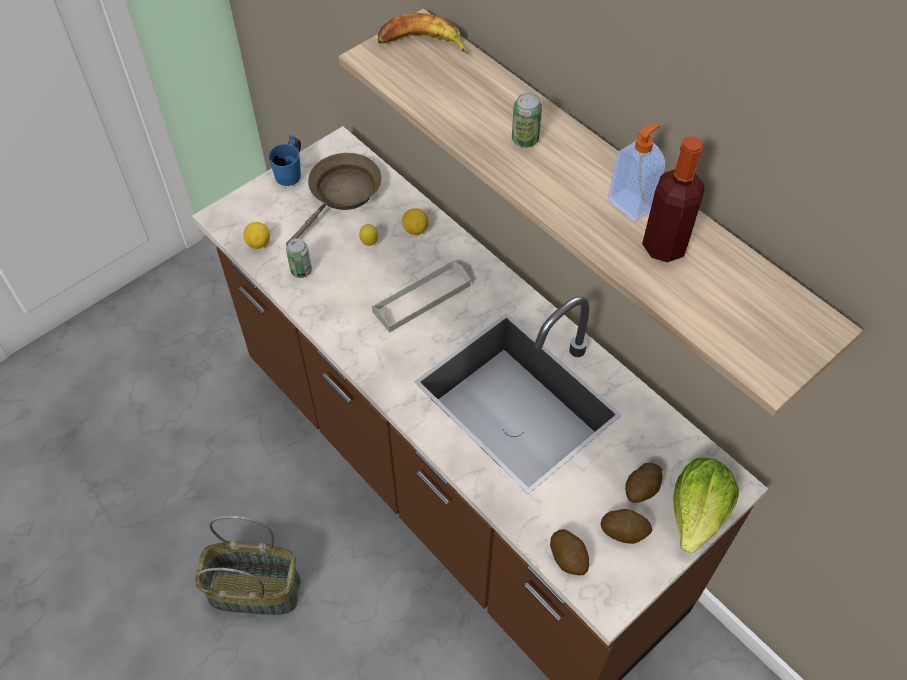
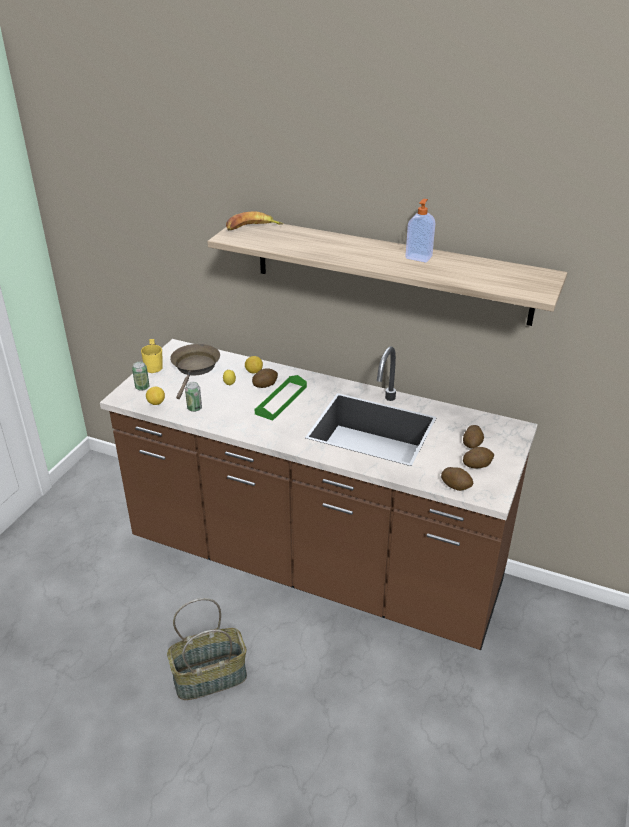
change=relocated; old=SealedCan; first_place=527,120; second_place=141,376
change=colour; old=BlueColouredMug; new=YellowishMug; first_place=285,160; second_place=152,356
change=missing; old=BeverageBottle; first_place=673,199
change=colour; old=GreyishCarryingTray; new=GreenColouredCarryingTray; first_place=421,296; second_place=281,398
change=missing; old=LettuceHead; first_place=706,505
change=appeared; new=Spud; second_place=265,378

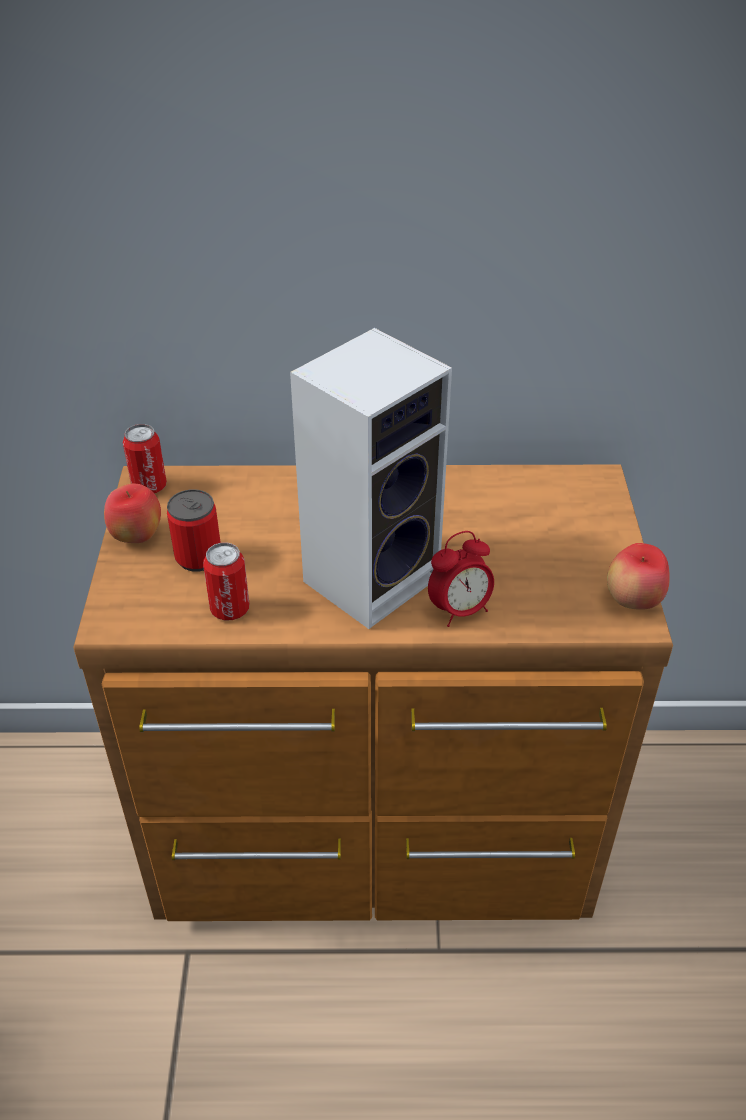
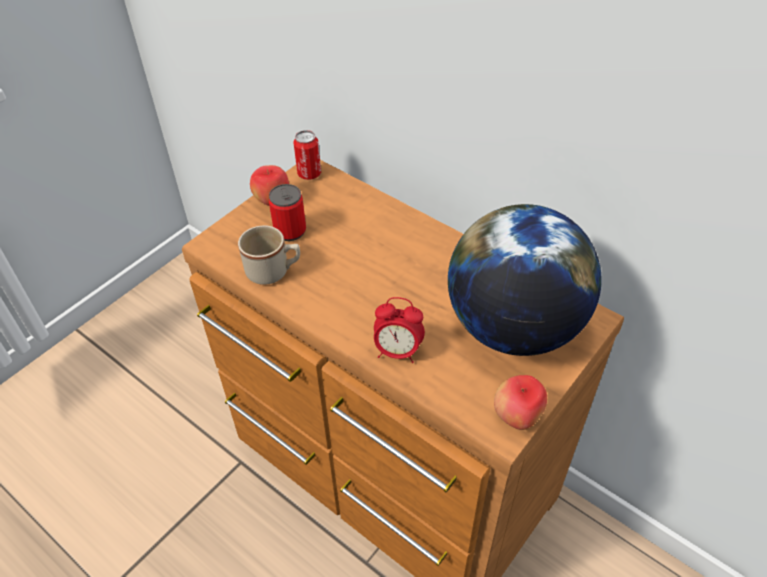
change=missing; old=AudioSpeaker; first_place=371,478
change=exchanged; old=SealedCan; new=SandColouredMug; first_place=226,581; second_place=269,255
change=appeared; new=DeskGlobe; second_place=525,280

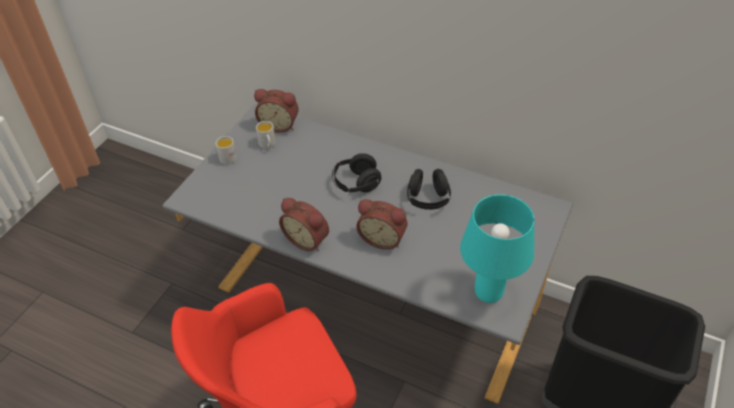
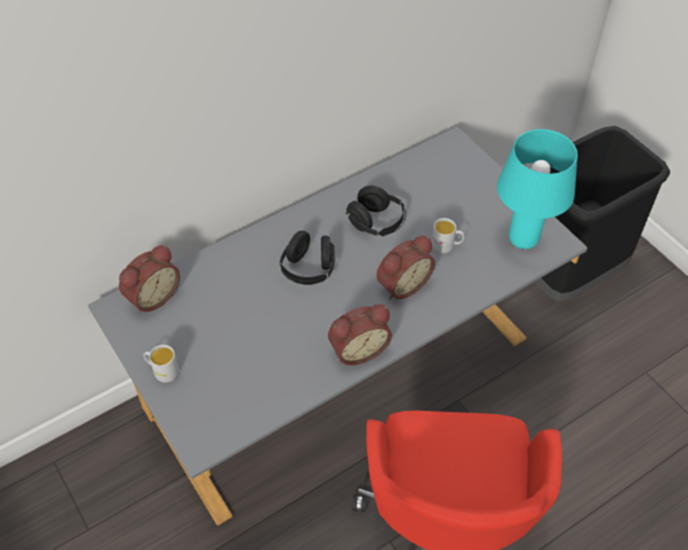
change=relocated; old=WhitishMug; first_place=266,135; second_place=448,235

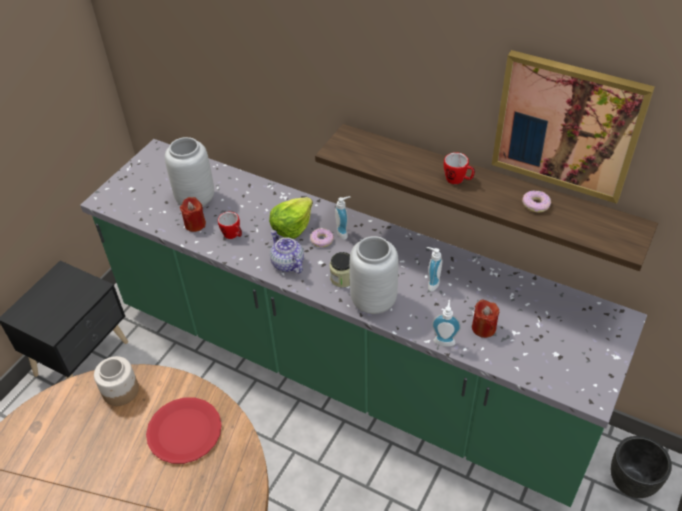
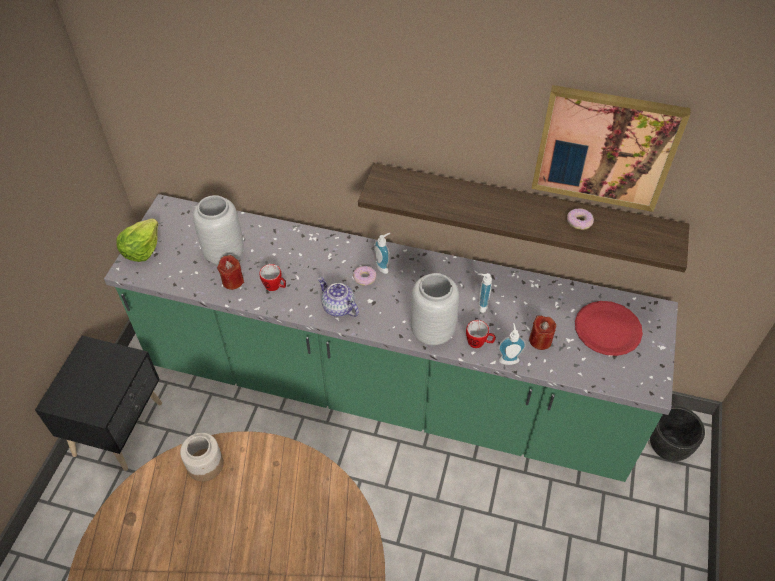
change=relocated; old=Mug; first_place=459,168; second_place=481,334
change=relocated; old=LettuceHead; first_place=291,218; second_place=137,240
change=missing; old=StorageJar; first_place=339,269
change=relocated; old=RedFlatDish; first_place=184,430; second_place=609,328

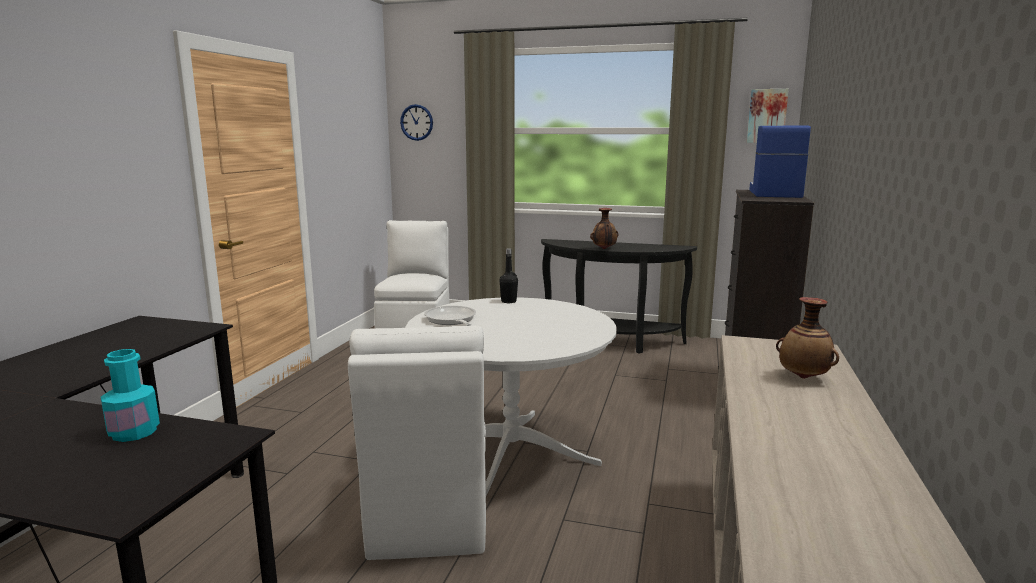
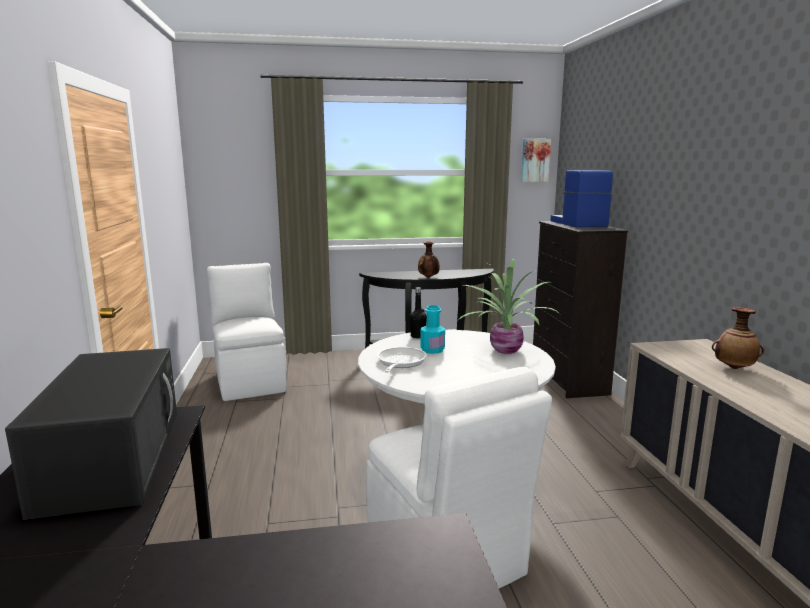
change=missing; old=HangingClock; first_place=416,122
change=spun; old=FryingPan; first_place=450,316; second_place=402,360; degrees=60
change=relocated; old=TurquoiseBeverageBottle; first_place=130,395; second_place=432,329
change=appeared; new=PlantInAPot; second_place=509,306
change=appeared; new=BlackColouredMicrowaveOven; second_place=91,434

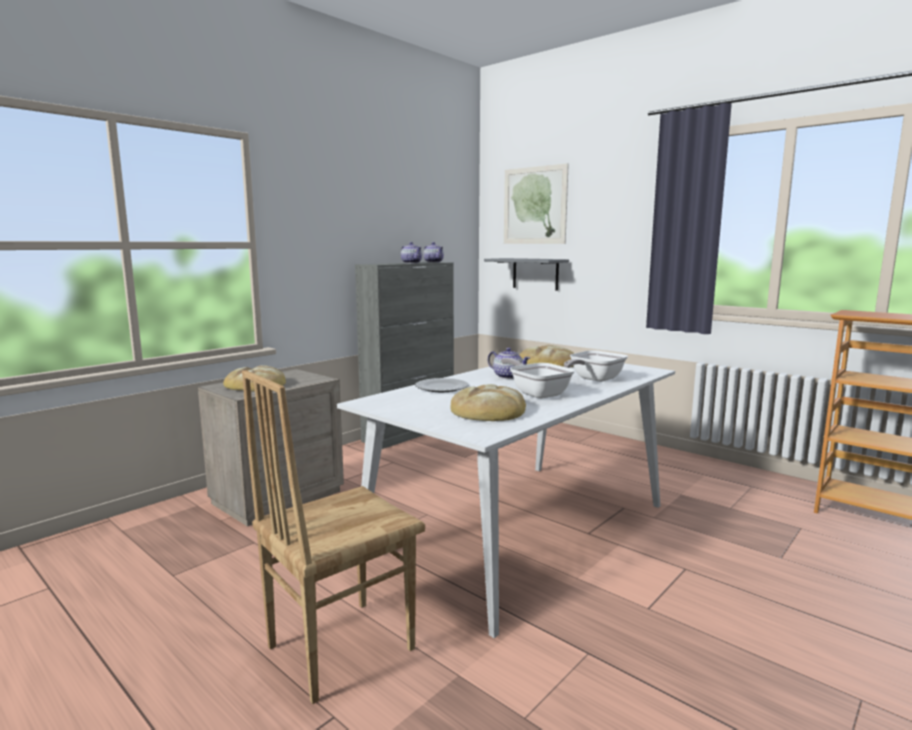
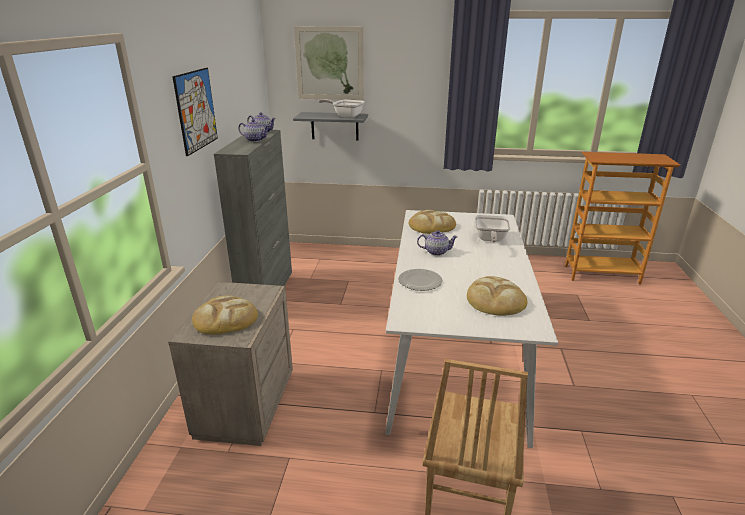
change=relocated; old=FryingPan; first_place=538,378; second_place=342,108
change=appeared; new=WallPicture; second_place=195,112

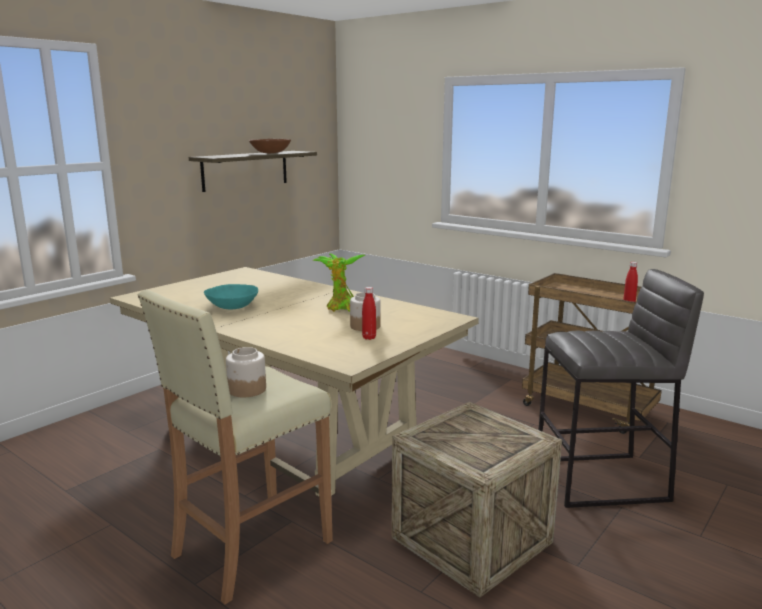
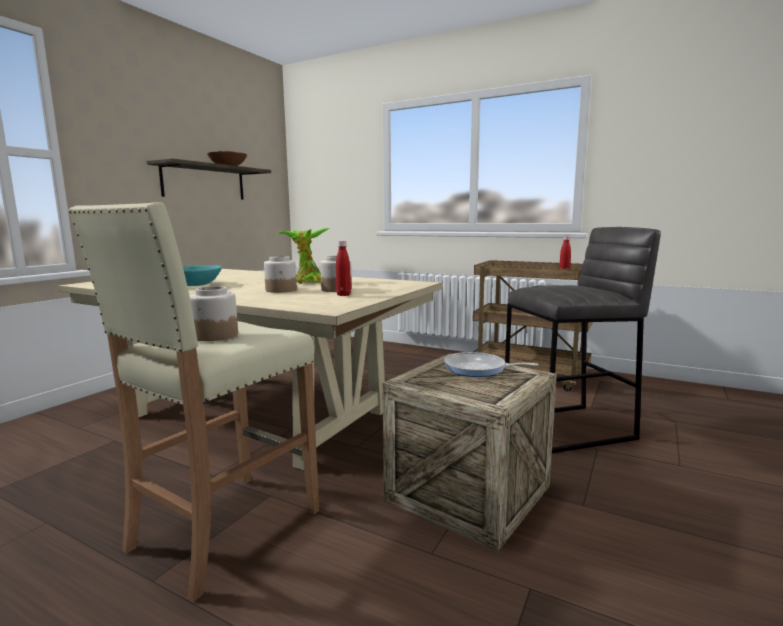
change=appeared; new=StorageJar; second_place=280,274
change=appeared; new=FryingPan; second_place=491,364

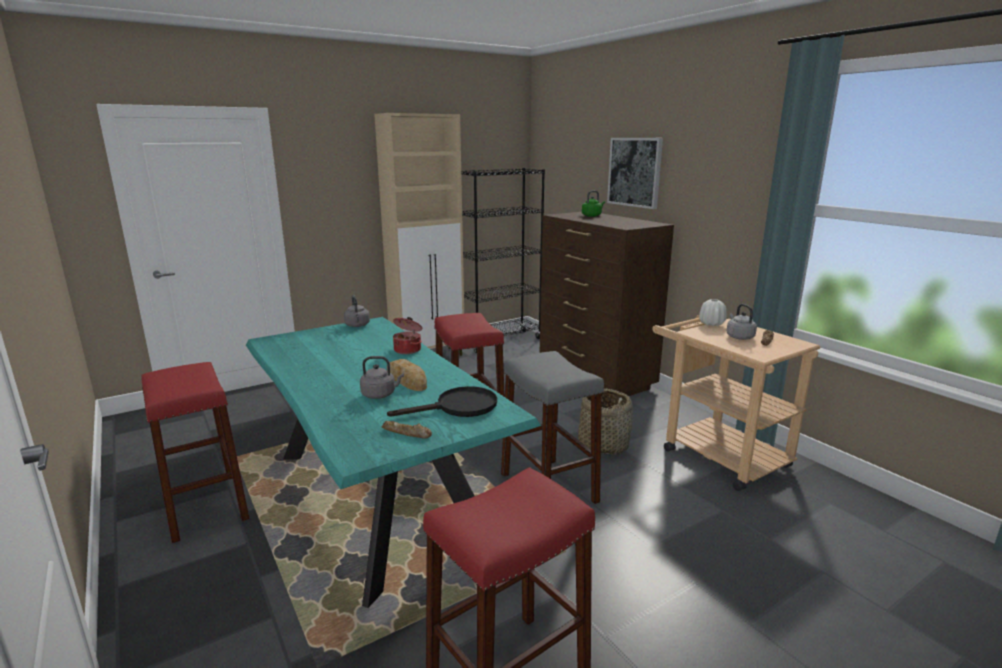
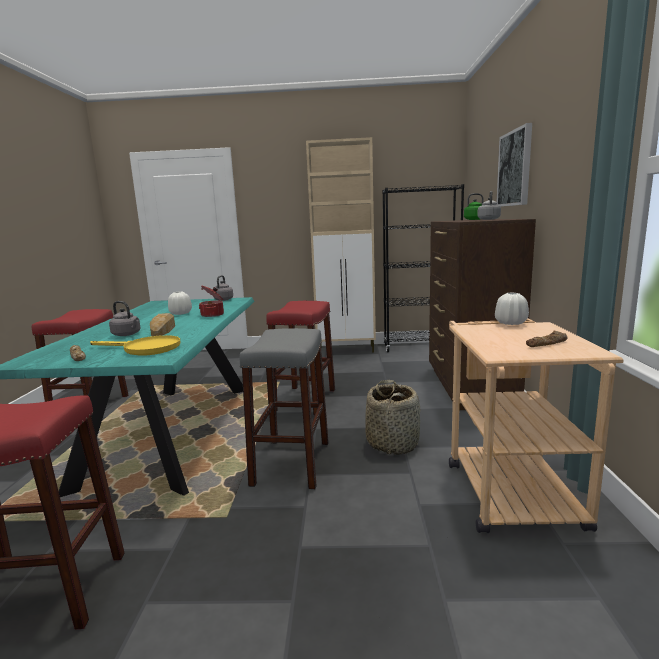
change=relocated; old=GreyishWaterKettle; first_place=741,322; second_place=489,205
change=colour; old=BlackColouredFryingPan; new=YellowishFryingPan; first_place=442,401; second_place=135,345
change=appeared; new=WhitishFlowerVase; second_place=180,303

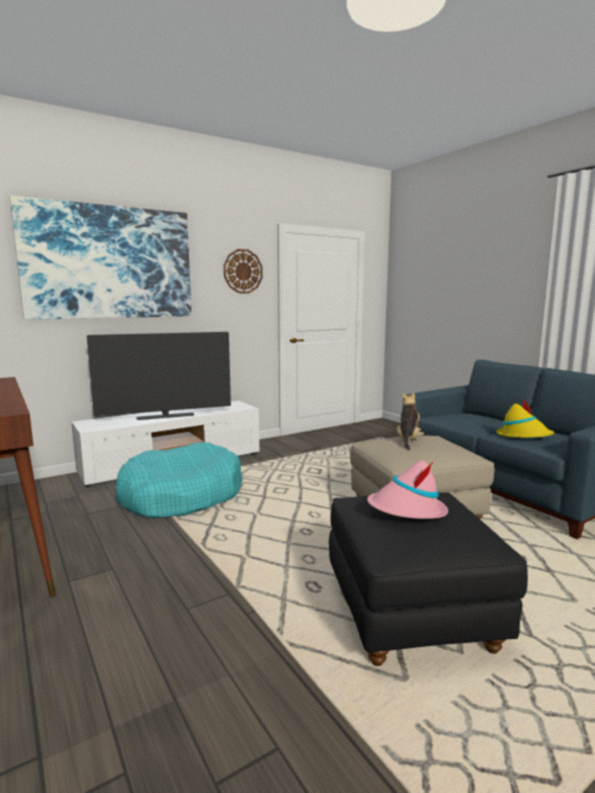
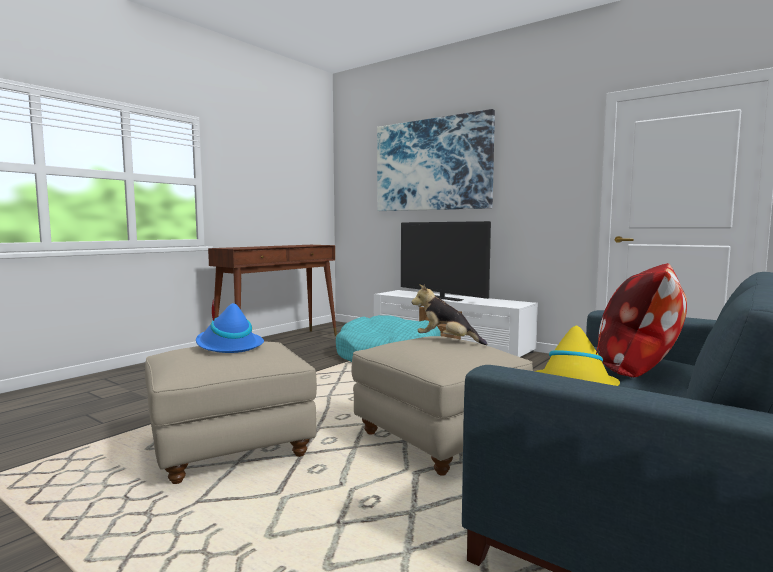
change=missing; old=HangingClock; first_place=243,271
change=spun; old=PlushToy; first_place=410,421; second_place=449,314; degrees=-150
change=colour; old=PinkishClothingHat; new=BlueColouredClothingHat; first_place=407,489; second_place=230,326
change=colour; old=BlackColouredFootrest; new=SandColouredFootrest; first_place=428,579; second_place=231,412
change=appeared; new=Cushion; second_place=642,320

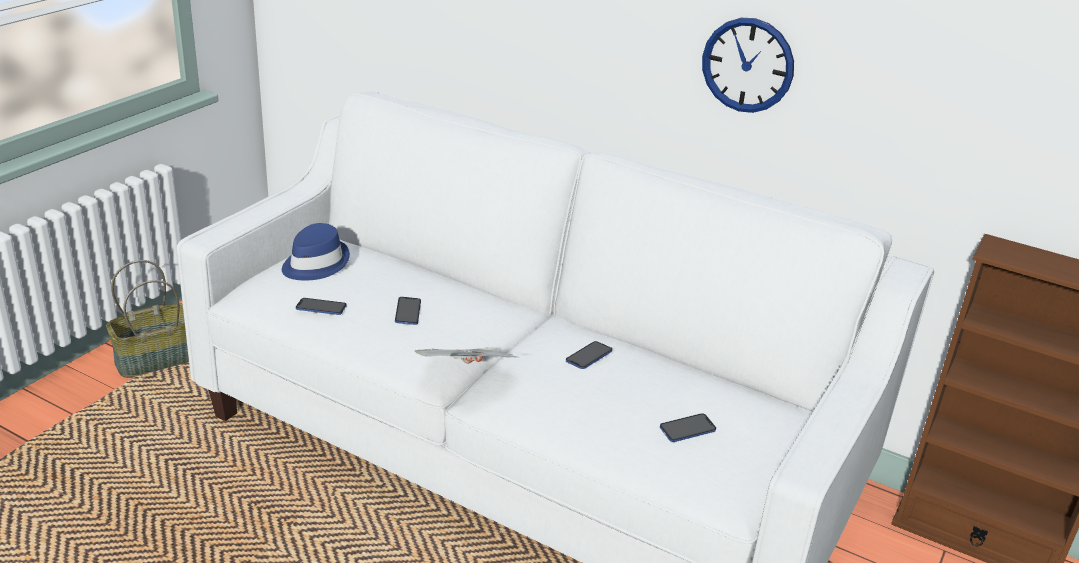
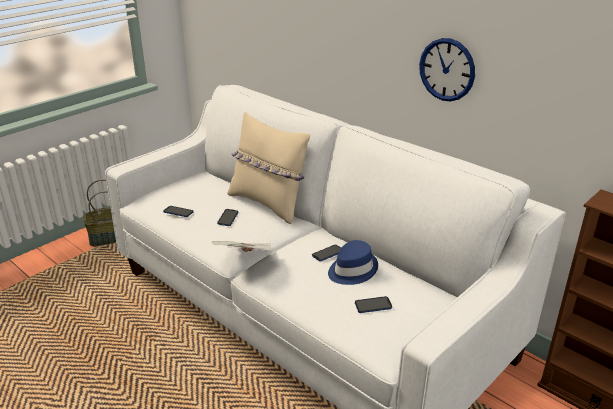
change=relocated; old=BlueColouredClothingHat; first_place=316,251; second_place=353,262
change=appeared; new=SandColouredCushion; second_place=268,168

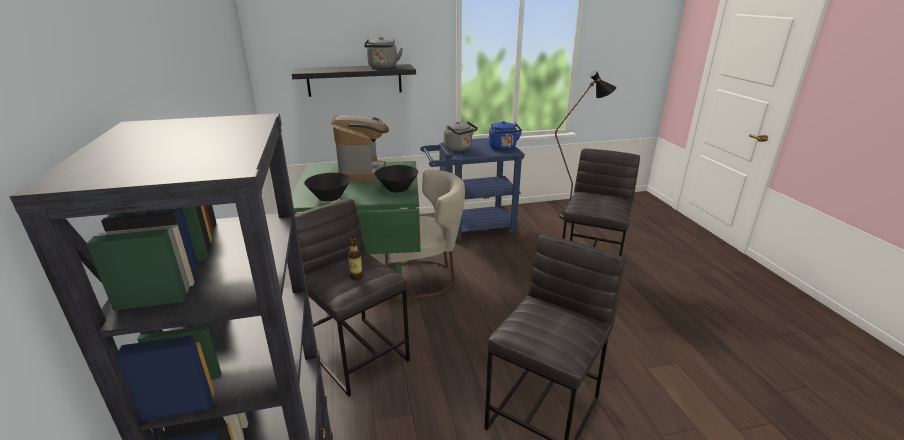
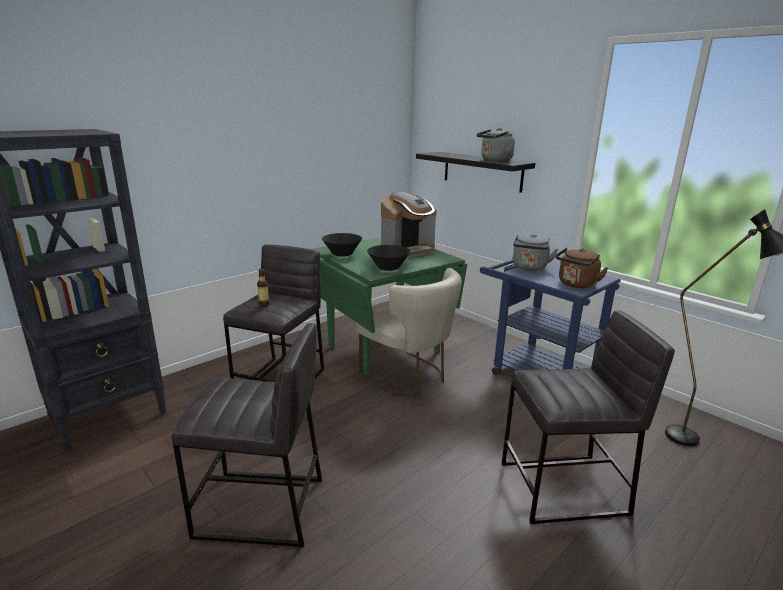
change=colour; old=BlueColouredWaterKettle; new=BrownishWaterKettle; first_place=505,136; second_place=582,267

